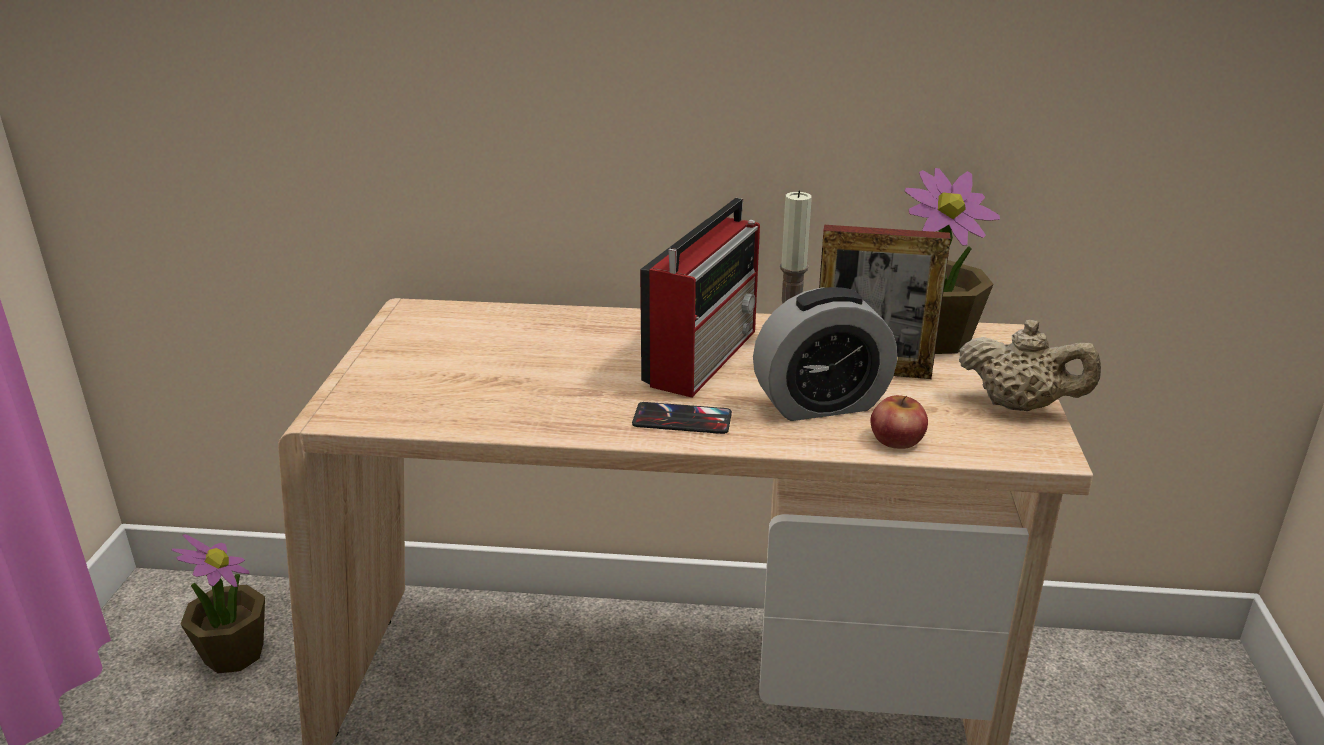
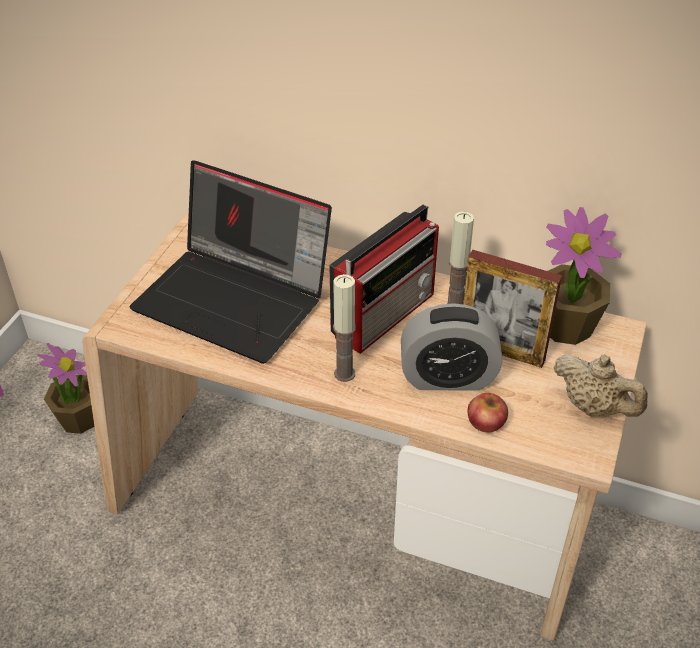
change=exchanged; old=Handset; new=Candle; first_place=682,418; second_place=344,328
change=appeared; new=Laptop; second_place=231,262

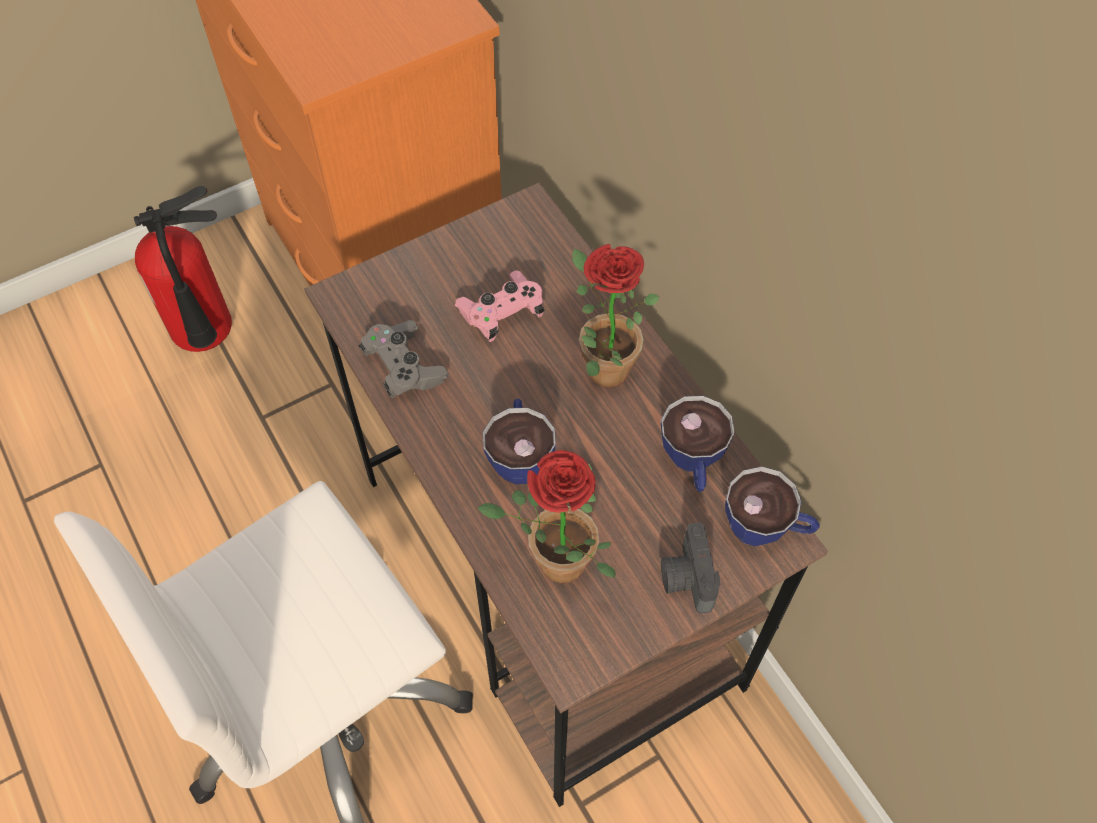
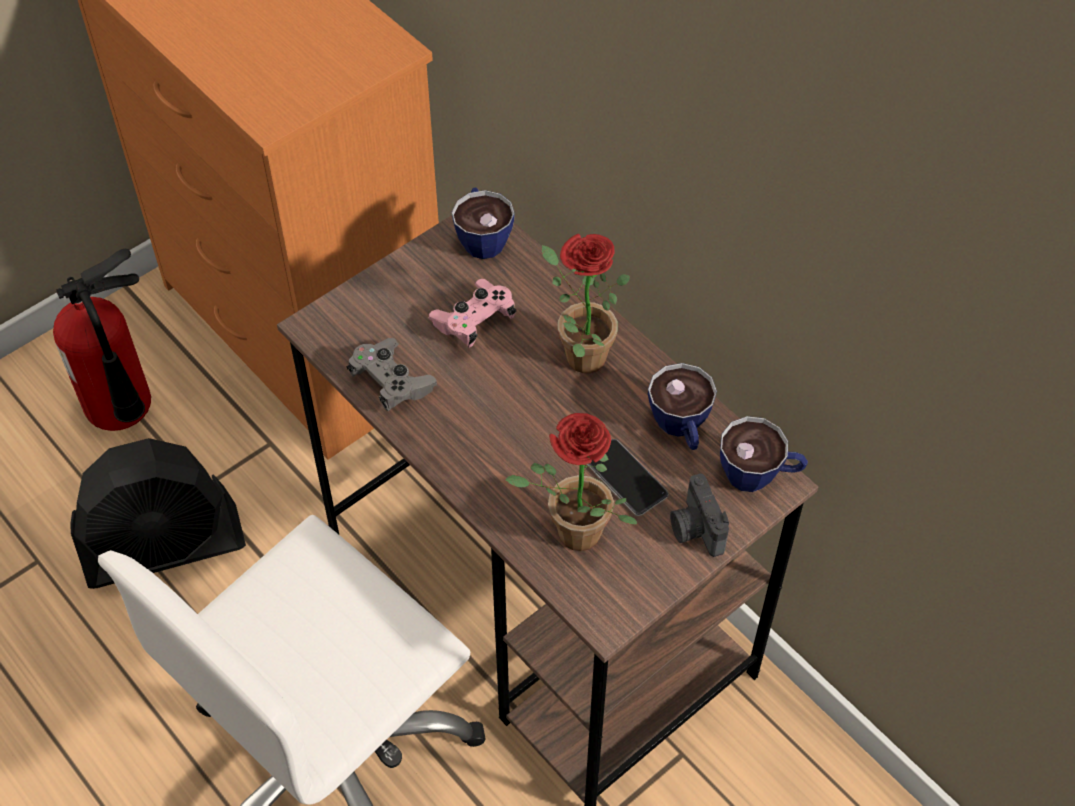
change=relocated; old=SmallCup; first_place=519,441; second_place=483,223
change=appeared; new=BlackColouredCoolingFan; second_place=158,513
change=appeared; new=Handset; second_place=627,477

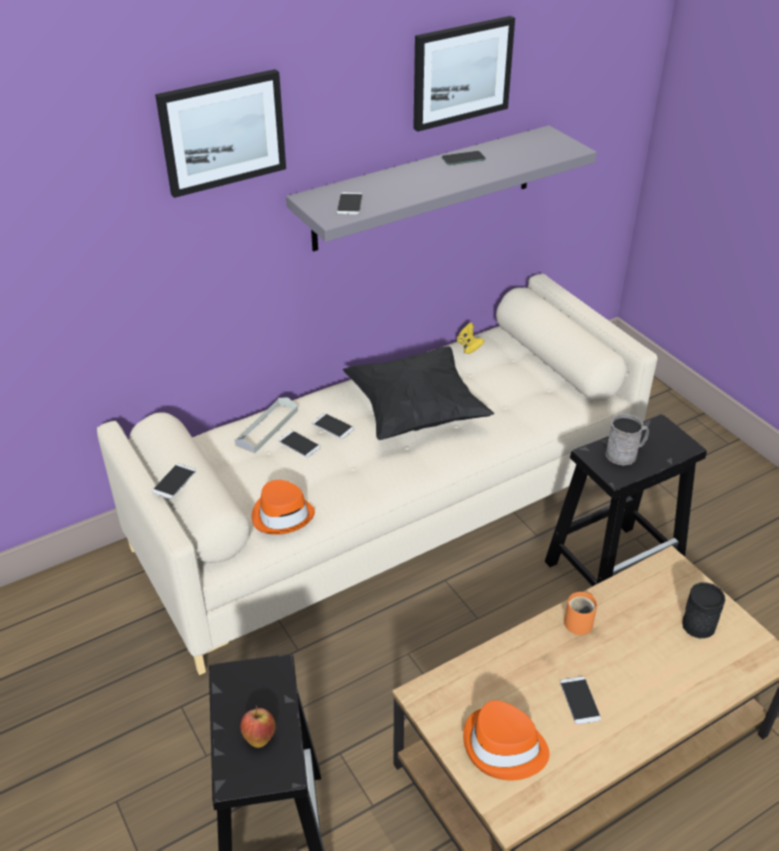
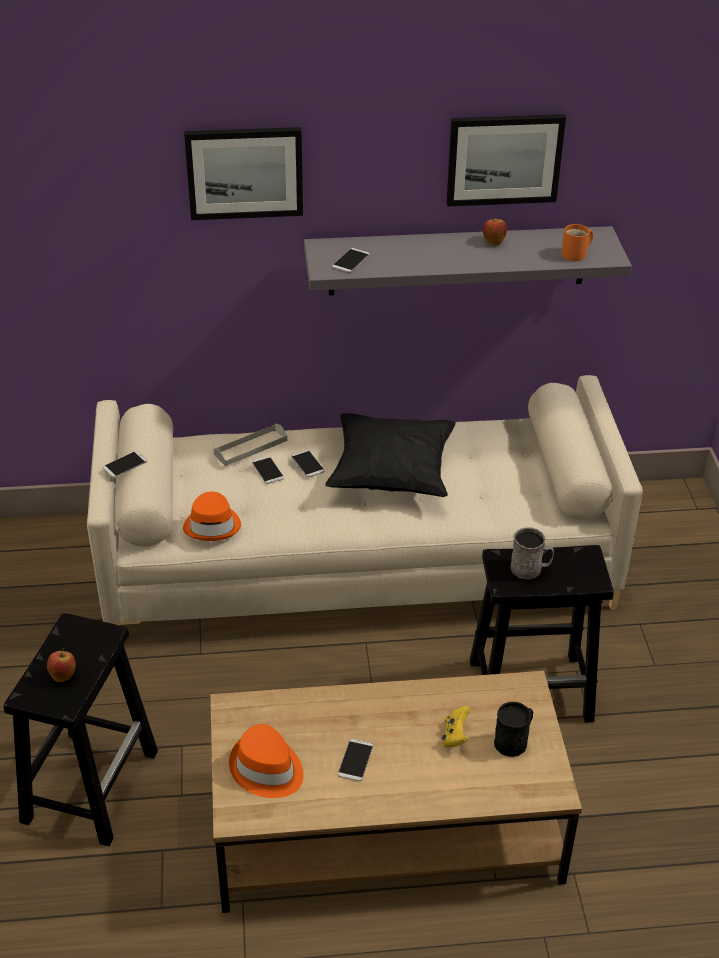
change=exchanged; old=Handset; new=WholeApple; first_place=464,158; second_place=495,229
change=relocated; old=YellowishGamepad; first_place=470,338; second_place=456,726
change=relocated; old=OrangeyMug; first_place=580,613; second_place=577,242

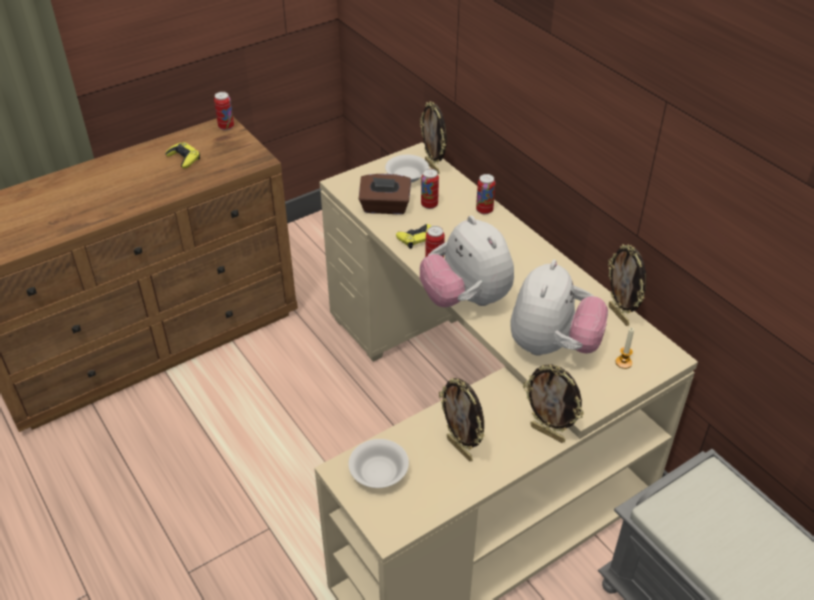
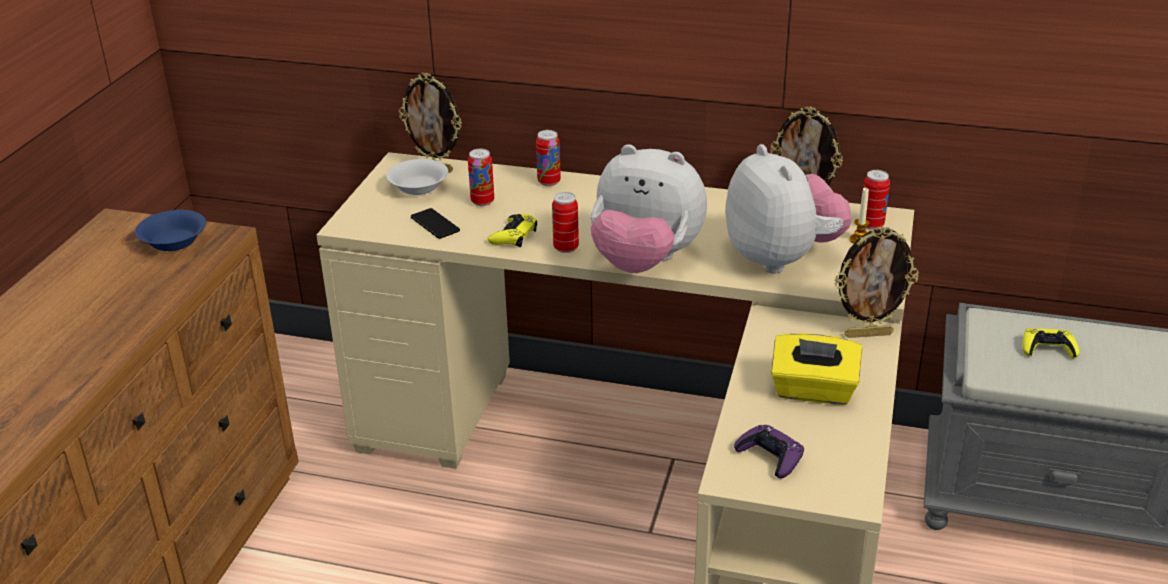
change=relocated; old=SealedCan; first_place=224,111; second_place=876,200
change=relocated; old=YellowishGamepad; first_place=182,155; second_place=1051,343
change=exchanged; old=BrownishBoxOfTissues; new=Handset; first_place=385,194; second_place=435,223
change=exchanged; old=PictureFrame; new=YellowishBoxOfTissues; first_place=461,419; second_place=816,369
change=exchanged; old=WhitishServingBowl; new=PurpleGamepad; first_place=378,463; second_place=769,451
change=appeared; new=BlueColouredServingBowl; second_place=170,230

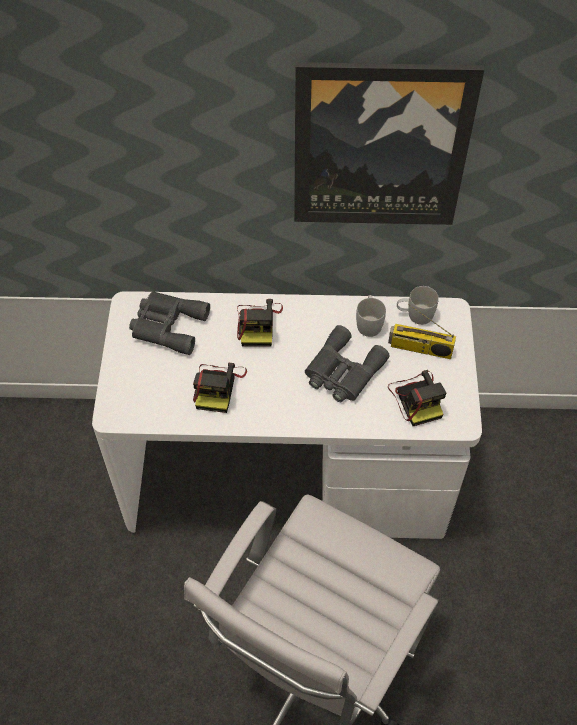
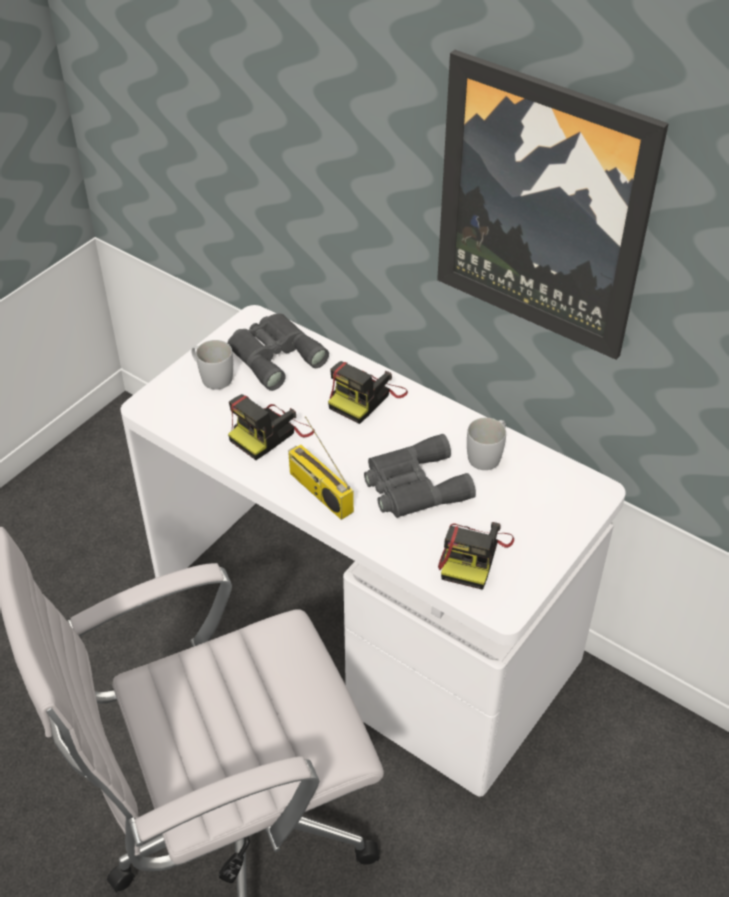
change=relocated; old=WhitishMug; first_place=418,305; second_place=212,365
change=relocated; old=Radio; first_place=422,331; second_place=321,468

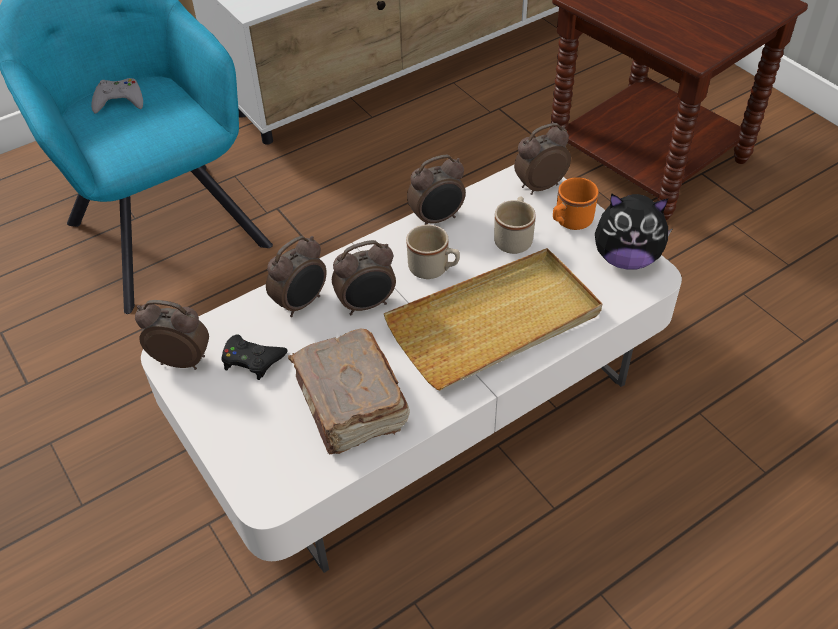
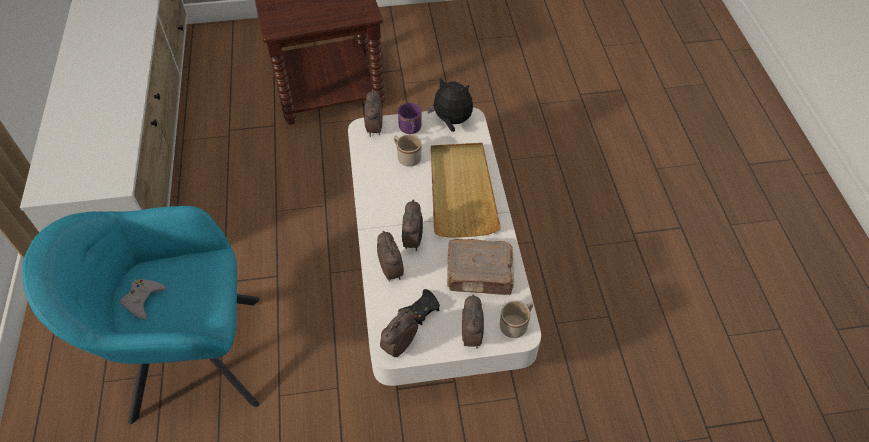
change=relocated; old=BedsideClock; first_place=436,190; second_place=473,321
change=colour; old=OrangeyMug; new=PurpleMug; first_place=576,203; second_place=410,118
change=spun; old=PlushToy; first_place=634,231; second_place=450,105; degrees=-105
change=relocated; old=SandColouredMug; first_place=433,252; second_place=516,319

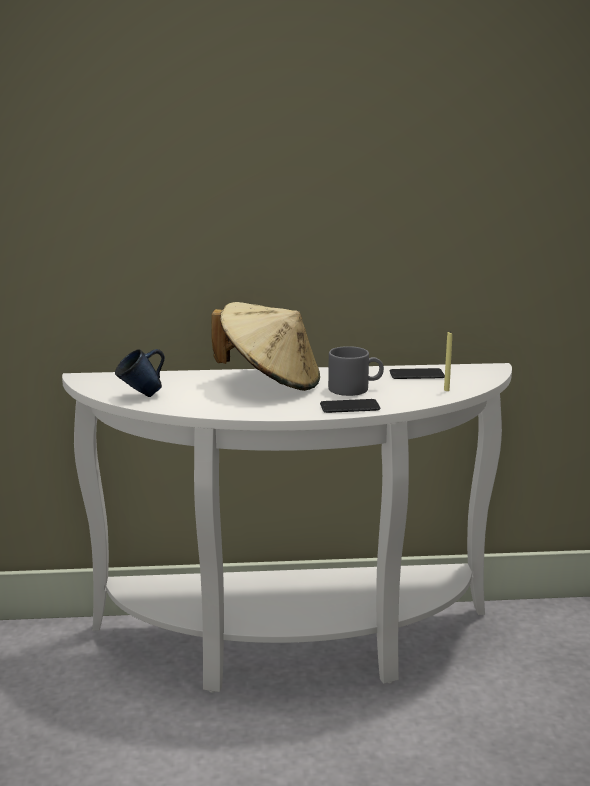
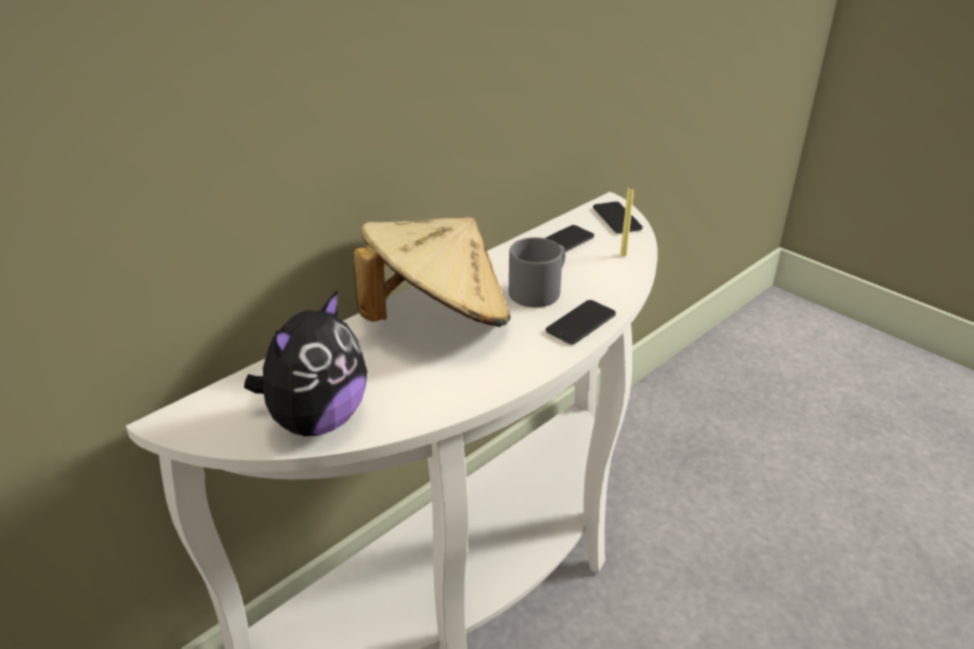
change=exchanged; old=BlueColouredMug; new=PlushToy; first_place=140,373; second_place=305,362
change=appeared; new=Handset; second_place=618,217

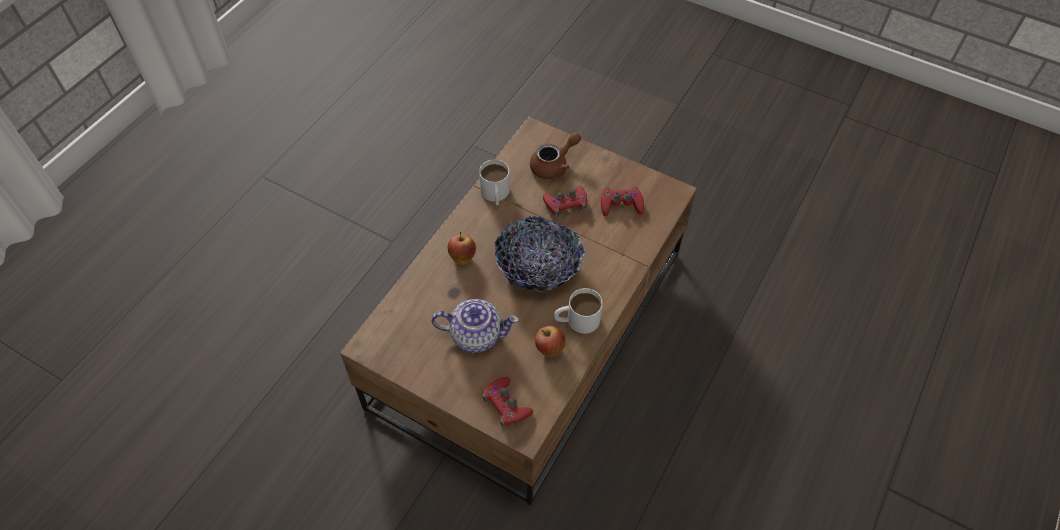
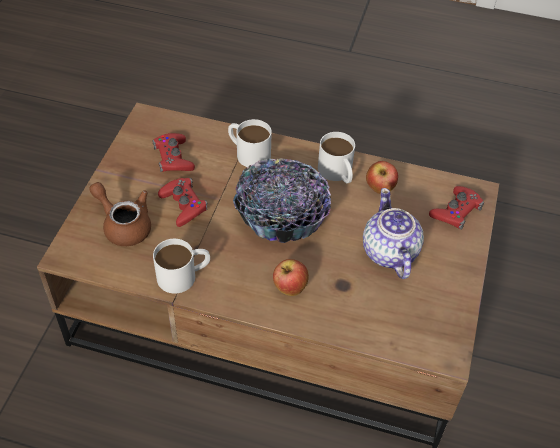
change=appeared; new=WhitishMug; second_place=250,143

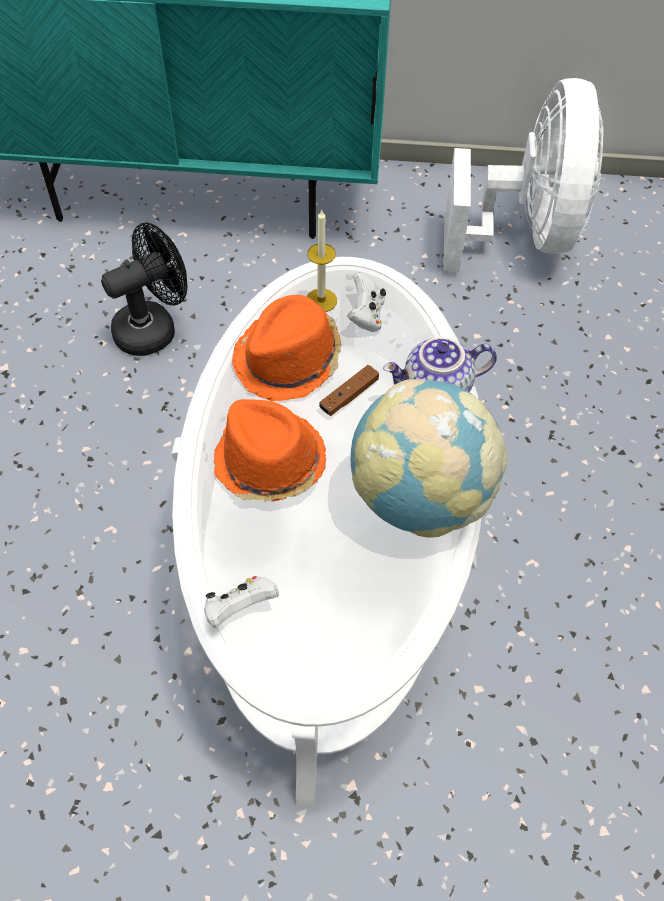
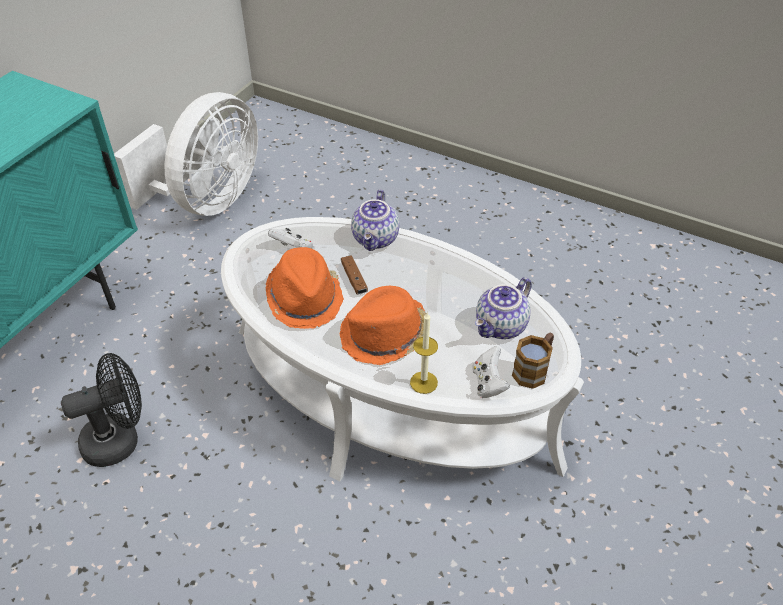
change=spun; old=WhitishCoolingFan; first_place=523,175; second_place=186,154; degrees=90
change=relocated; old=Candle; first_place=322,261; second_place=424,353
change=spun; old=BlackColouredCoolingFan; first_place=144,289; second_place=101,410; degrees=75
change=missing; old=DeskGlobe; first_place=429,458
change=appeared; new=Teapot; second_place=503,308
change=appeared; new=Mug; second_place=533,361

